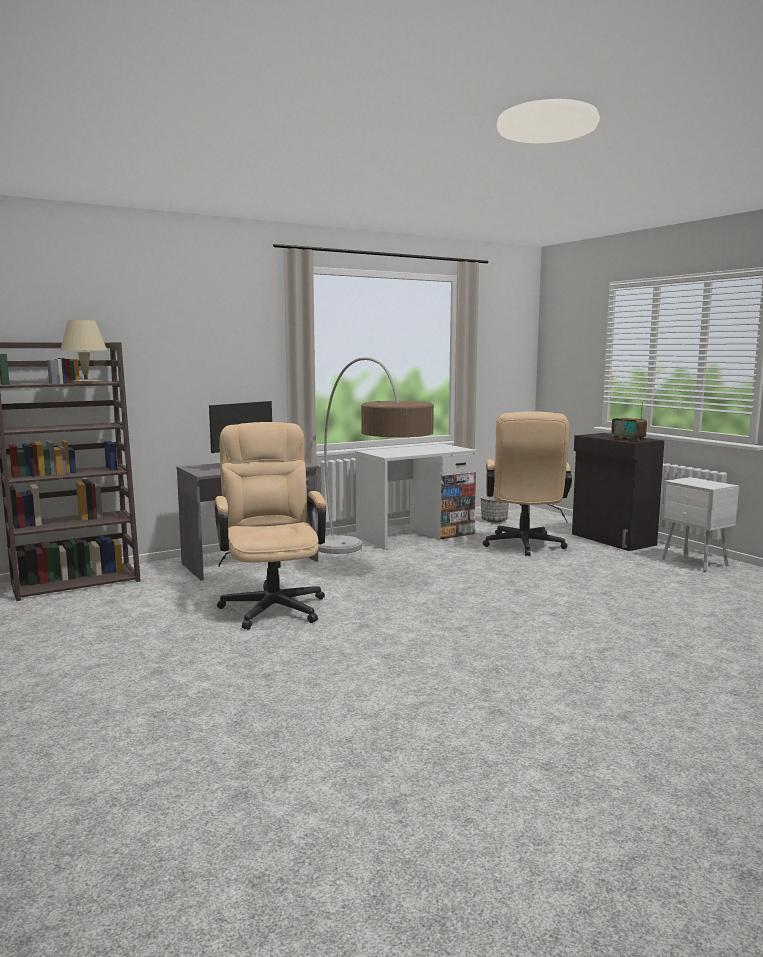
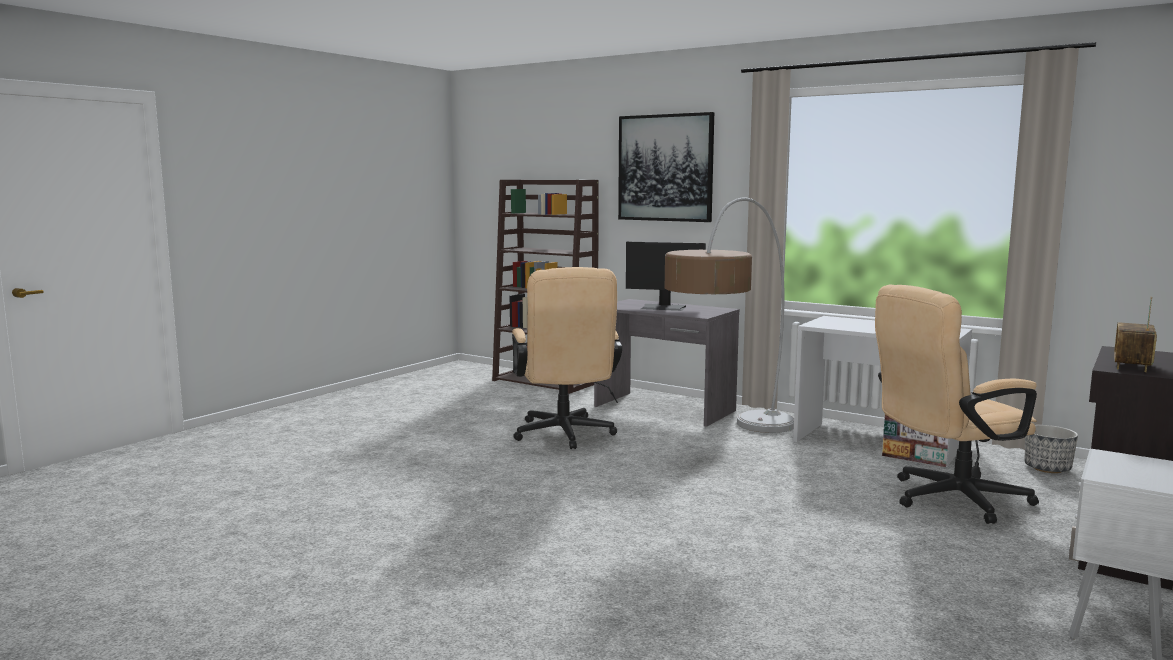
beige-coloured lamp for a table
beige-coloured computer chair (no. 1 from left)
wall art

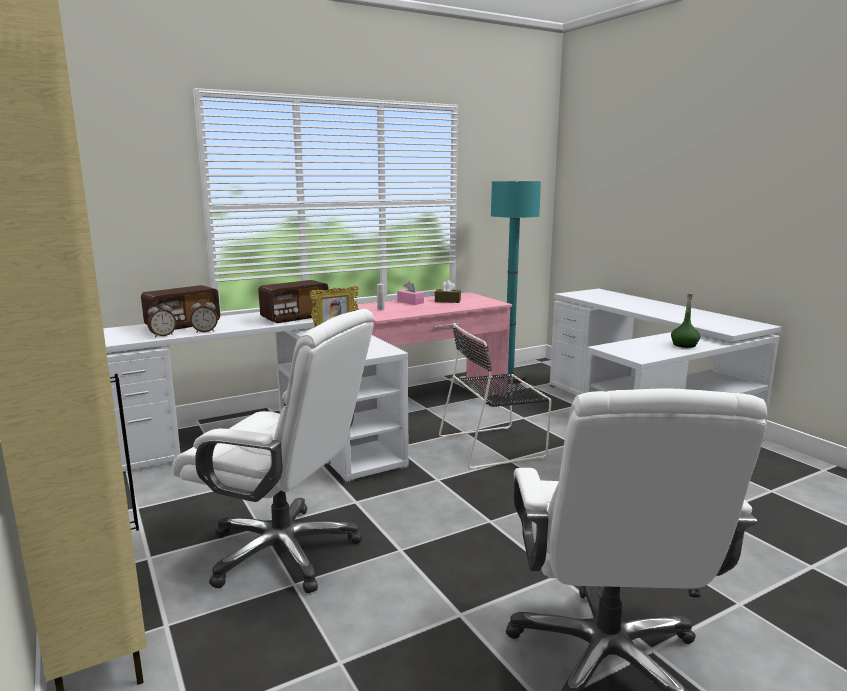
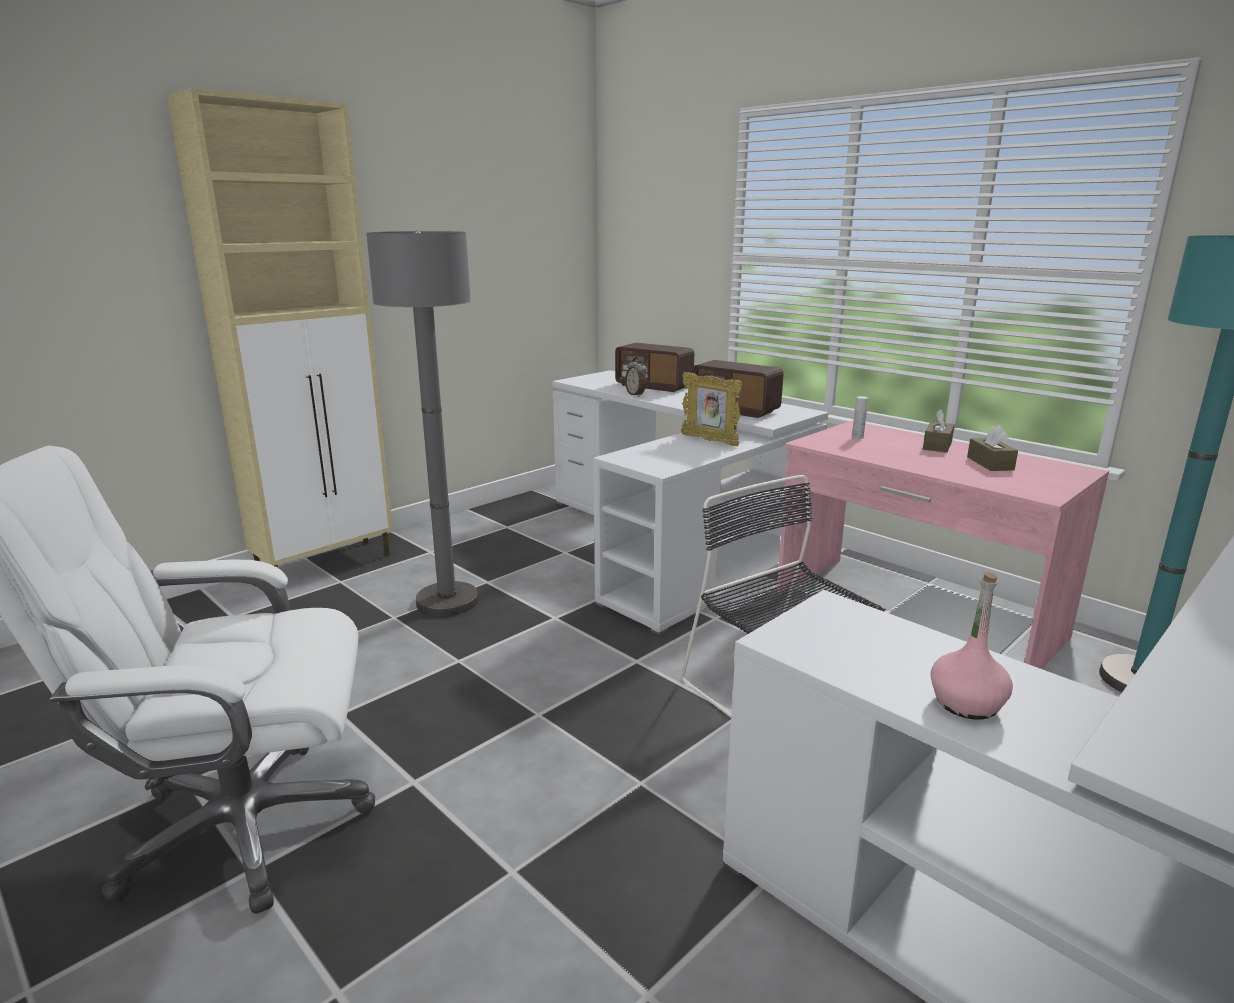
table clock (no. 1 from left in the first image)
grey standard lamp
brown box of tissues (no. 1 from left)
pink-coloured bottle

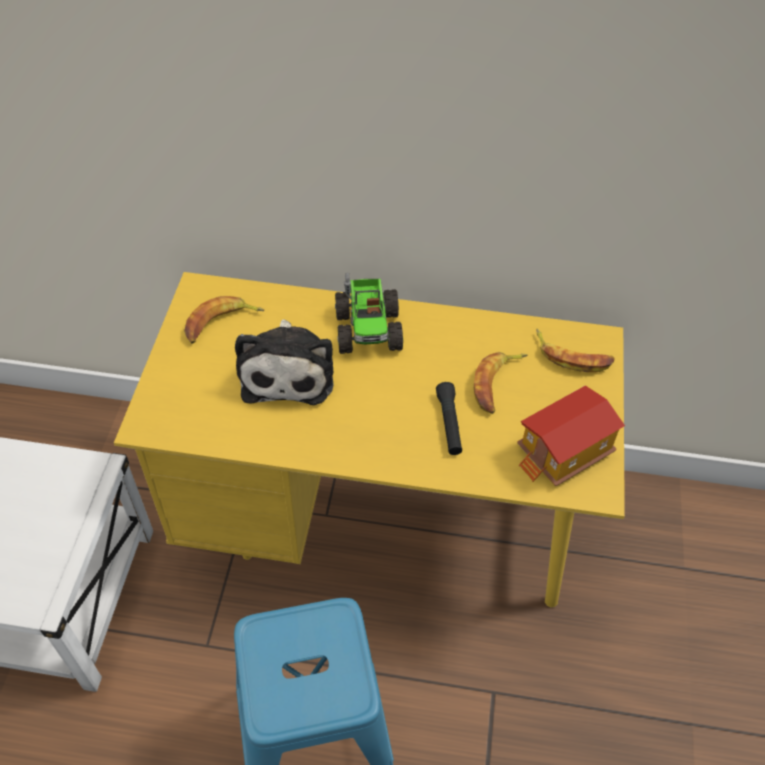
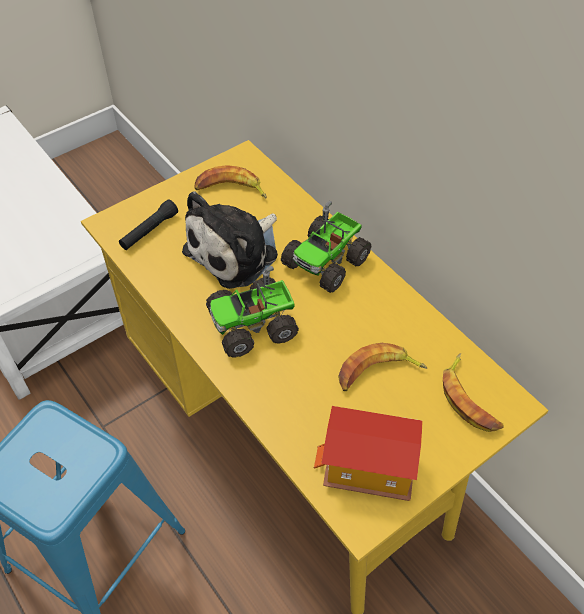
black hand torch
model truck (no. 1 from left)

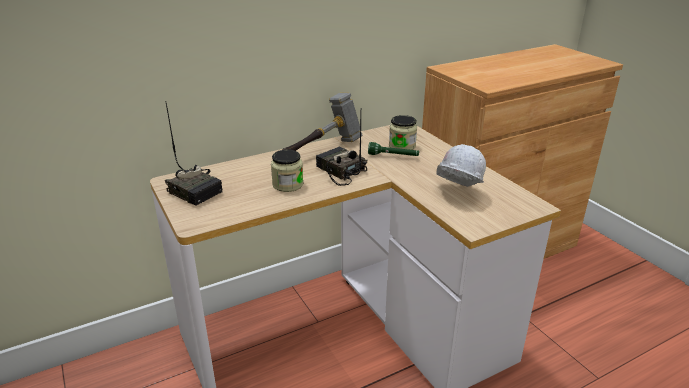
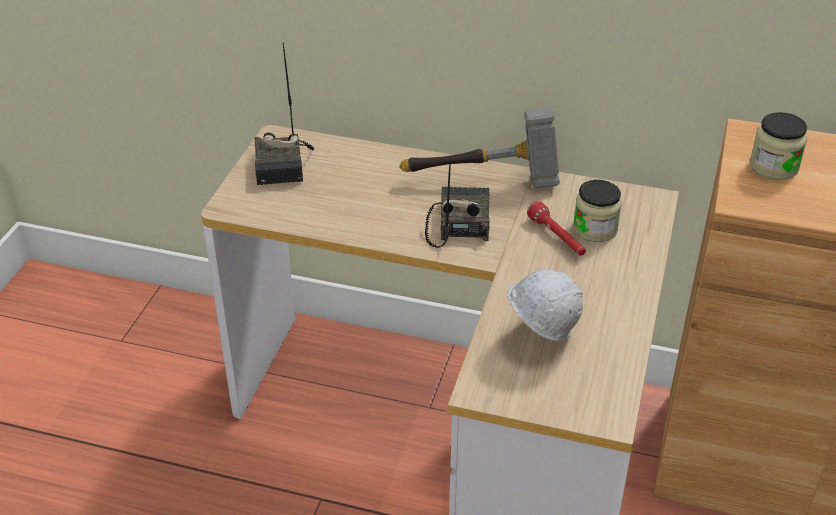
jar (no. 2 from left)
red hand torch

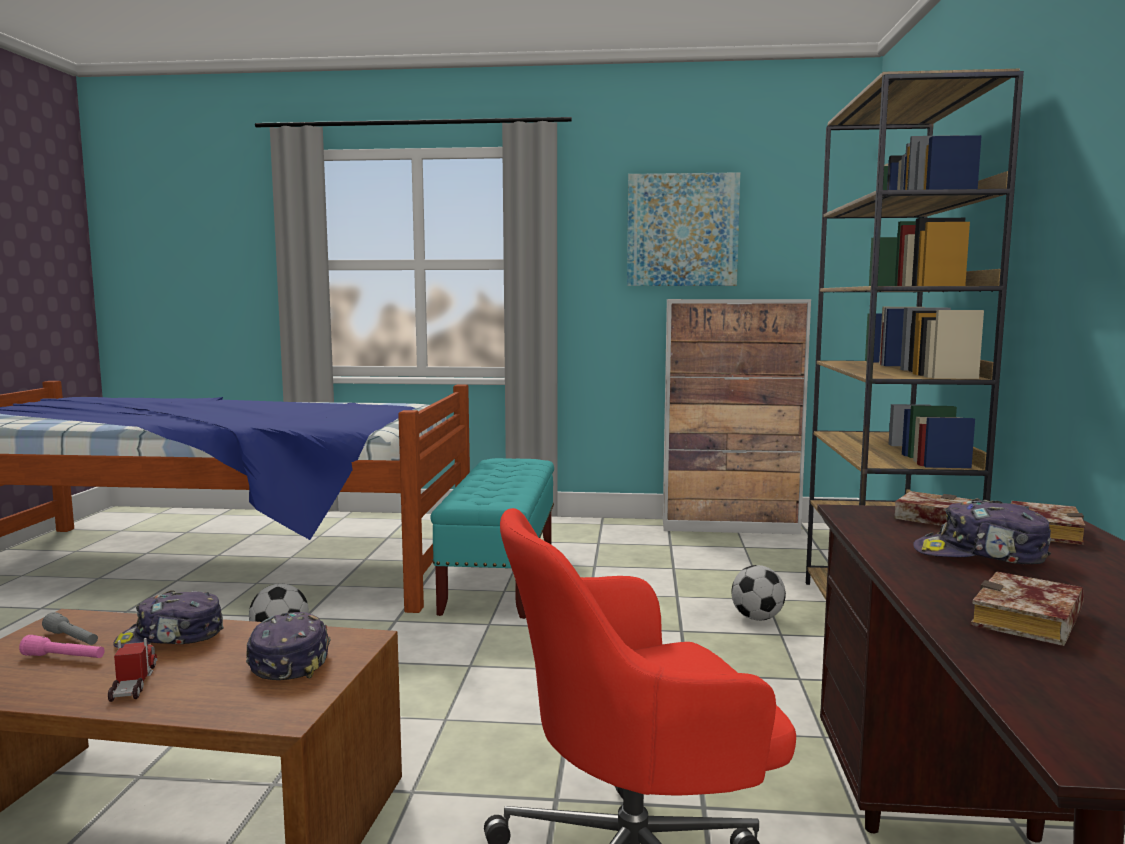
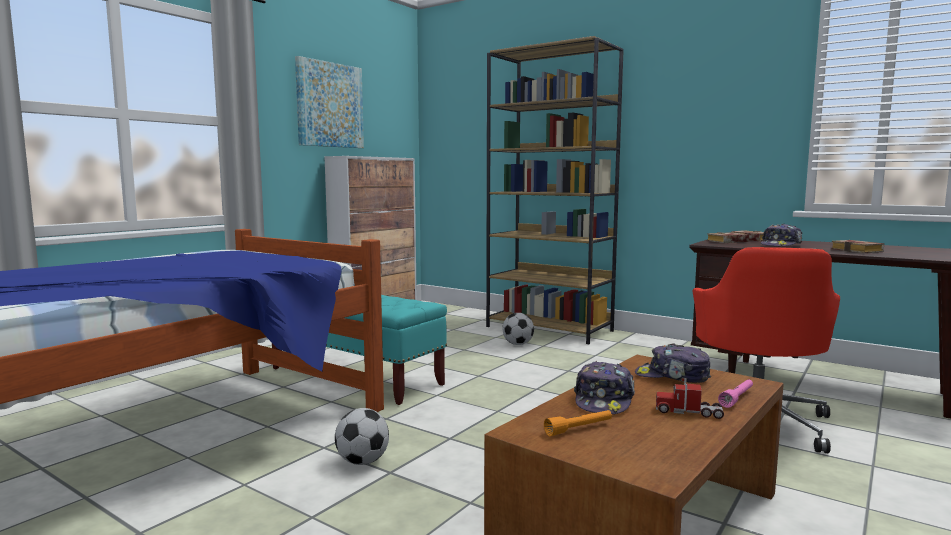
pink-coloured hand torch
orange-coloured hand torch

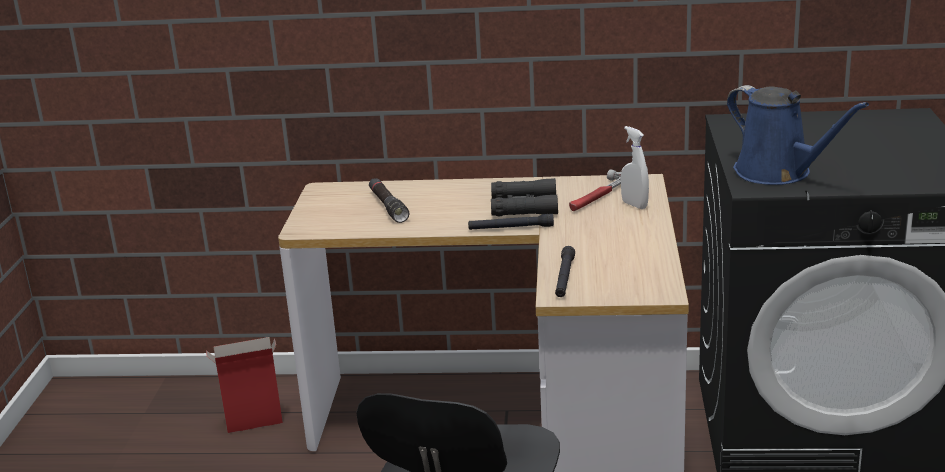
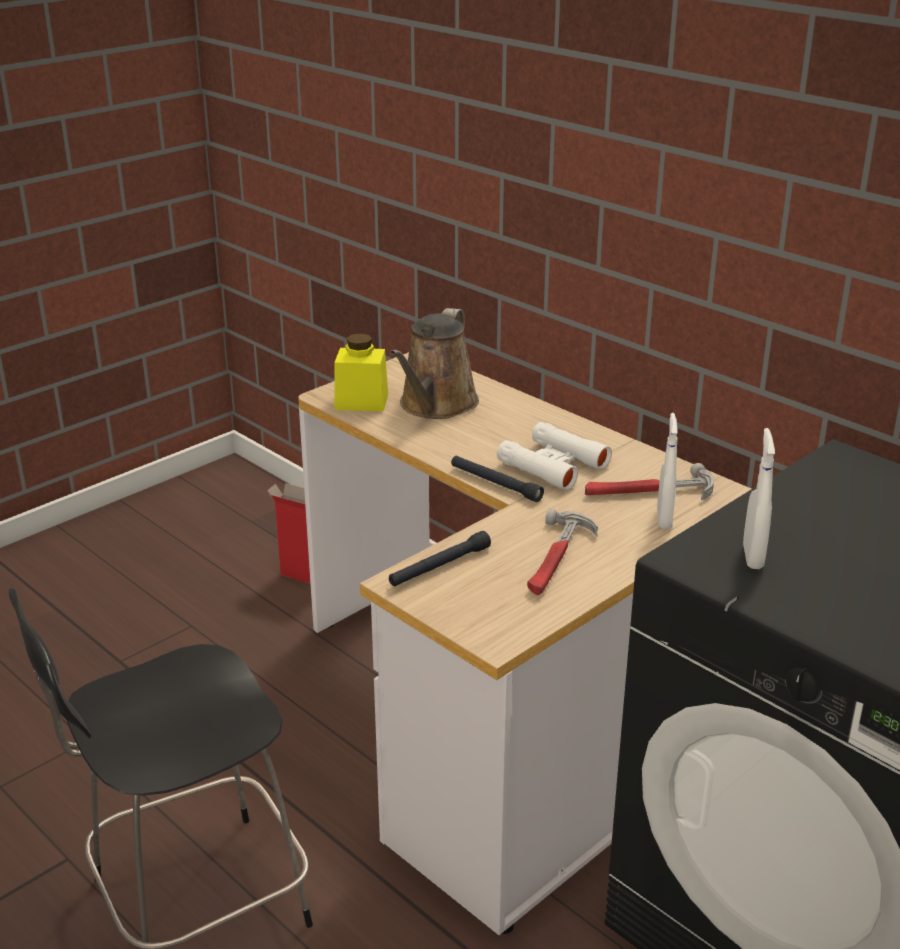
brown sprinkling can
whitish field glasses
whitish hand sprayer (no. 2 from left)
yellow-coloured jar
tool hammer (no. 1 from left)

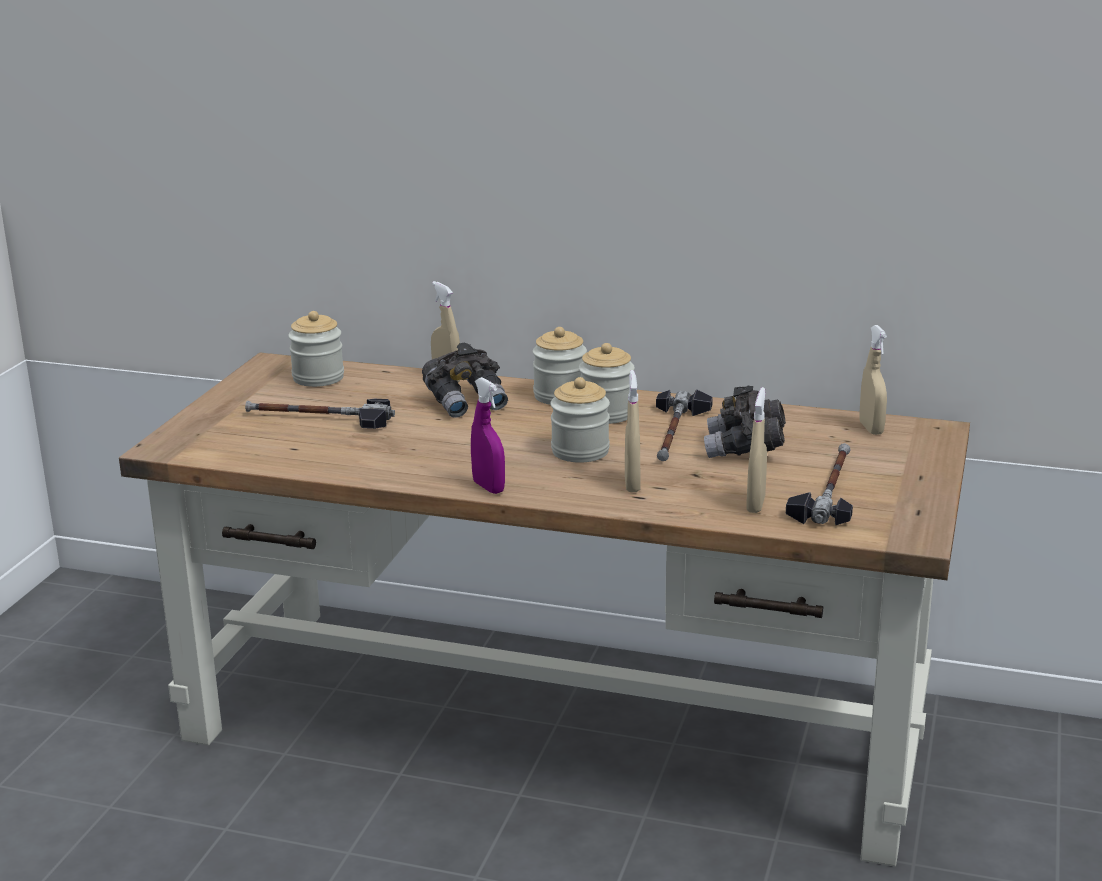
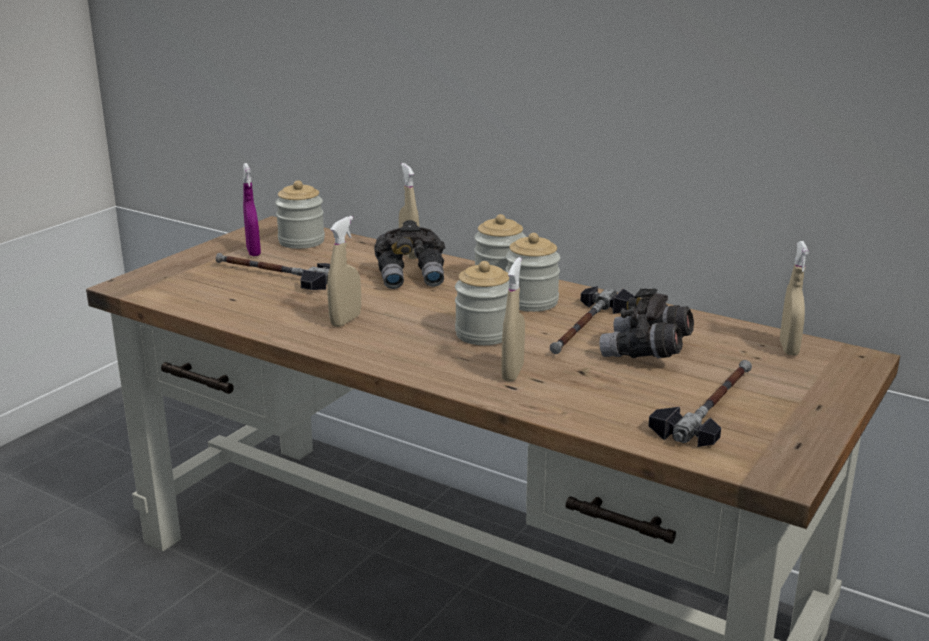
purple hand sprayer
beige-coloured hand sprayer (no. 1 from left)

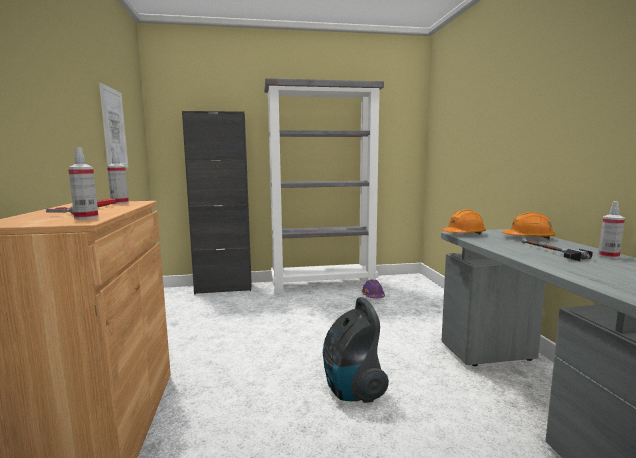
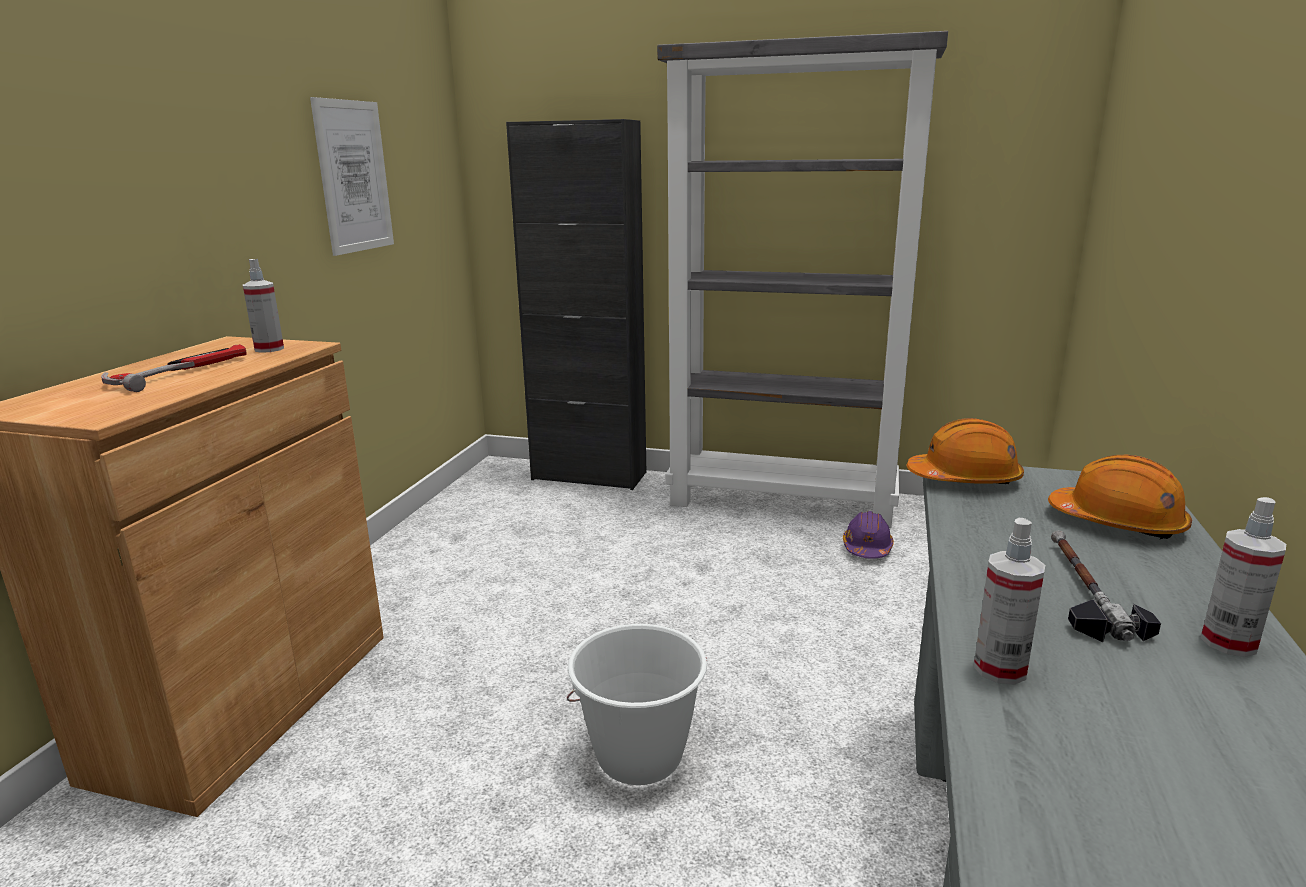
hand sprayer (no. 2 from left)
whitish pail

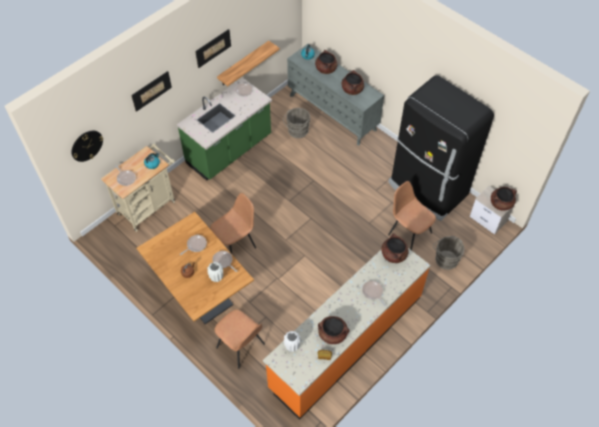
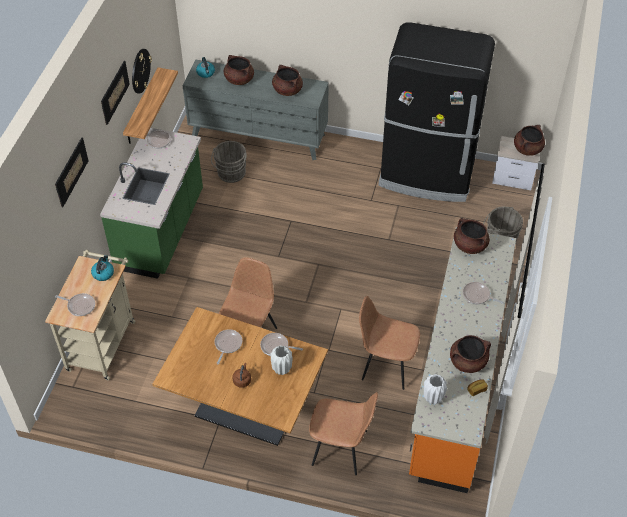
wall clock
brown plain chair (no. 3 from left)

